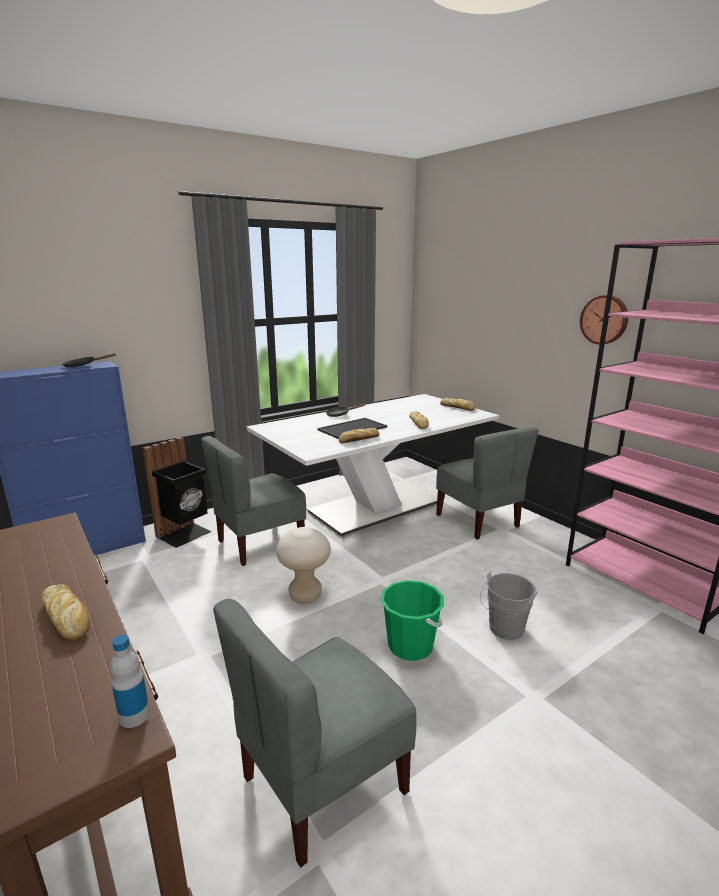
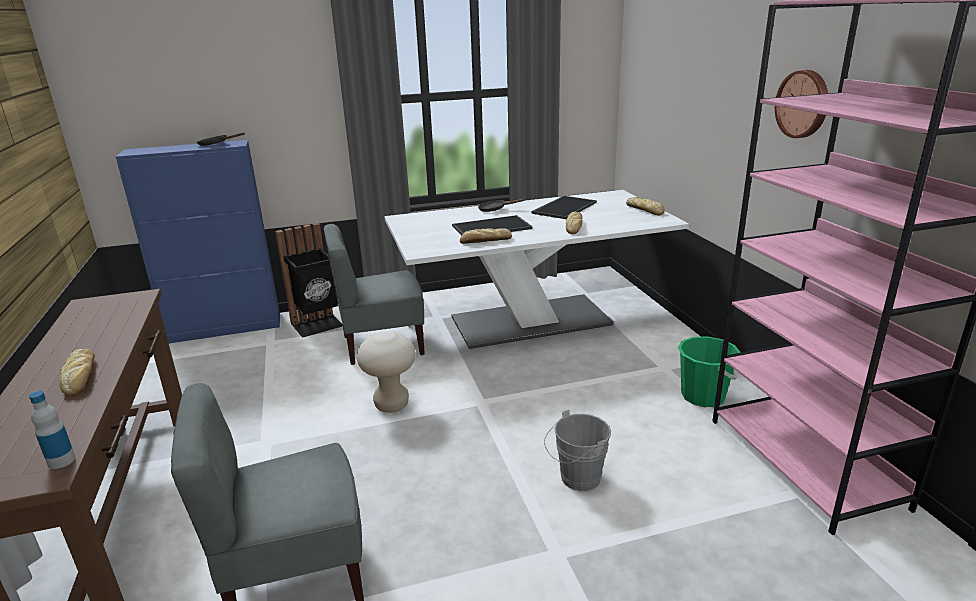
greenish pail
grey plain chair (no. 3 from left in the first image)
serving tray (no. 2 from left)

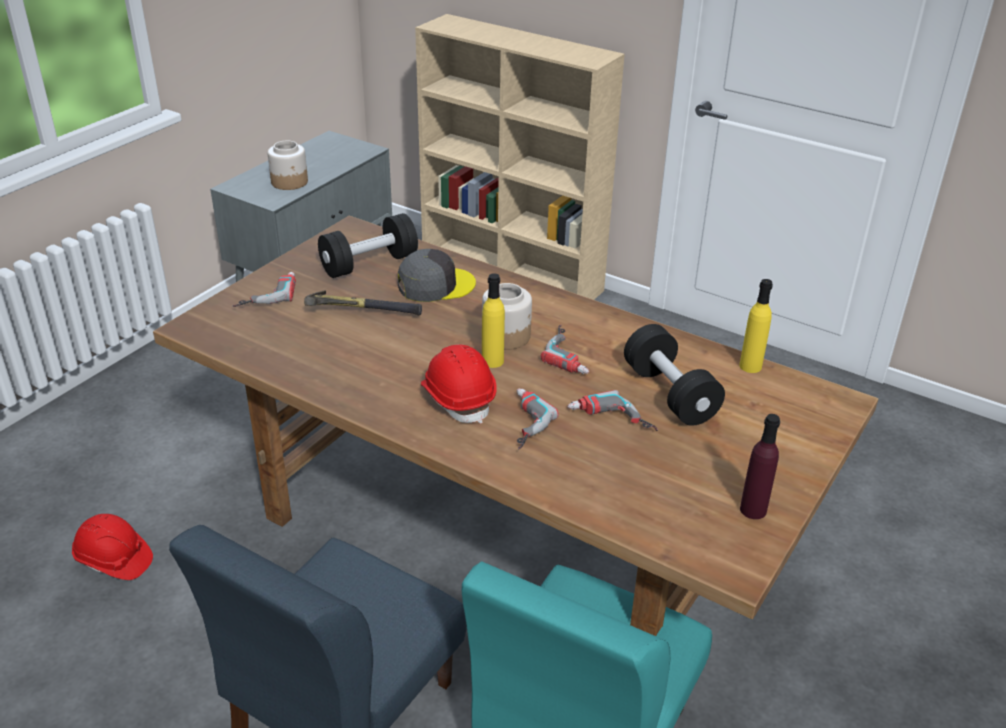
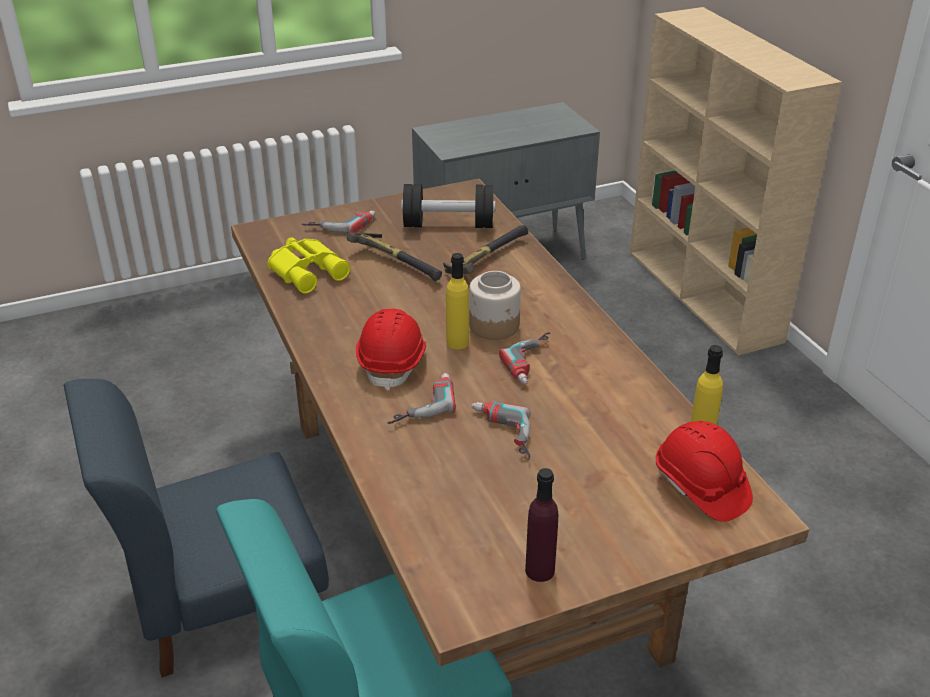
red work helmet (no. 2 from left)
jar (no. 1 from left in the first image)
tool hammer (no. 2 from left)
black free weight (no. 2 from left in the first image)
yellow-coloured field glasses

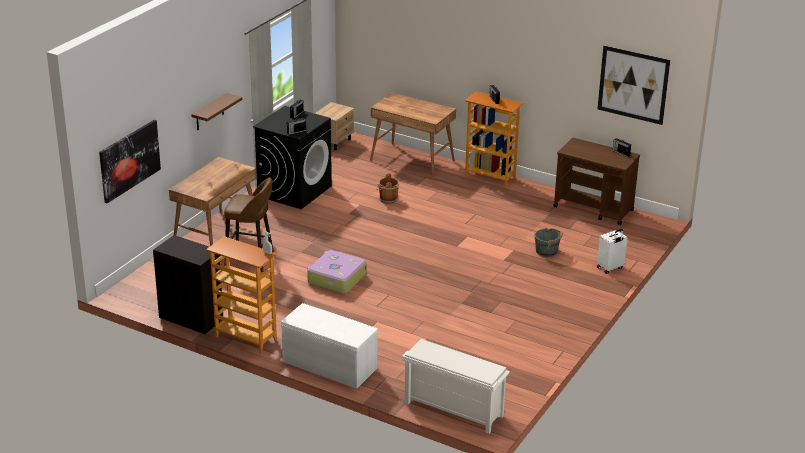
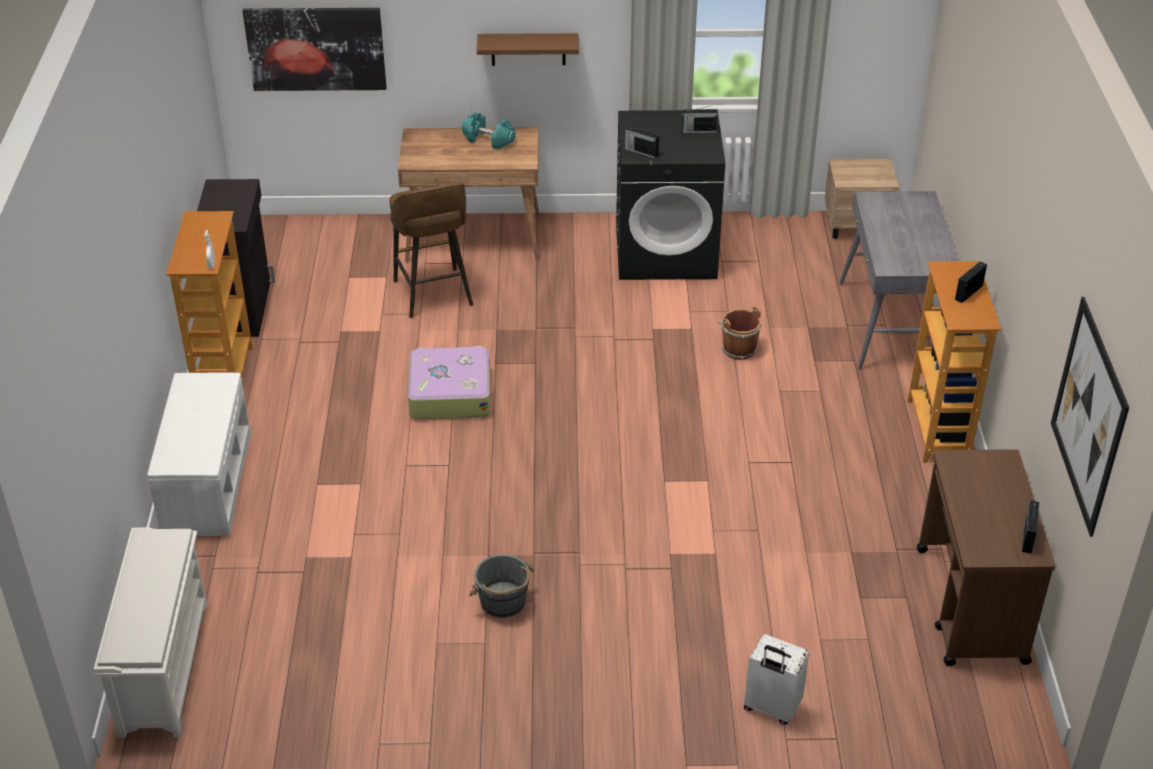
grey desk unit
grey pail
turquoise free weight

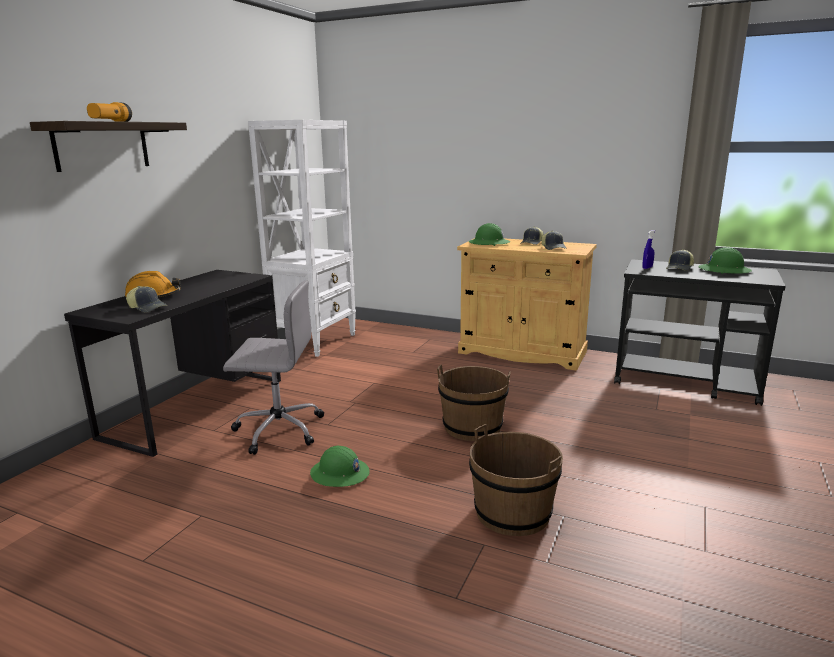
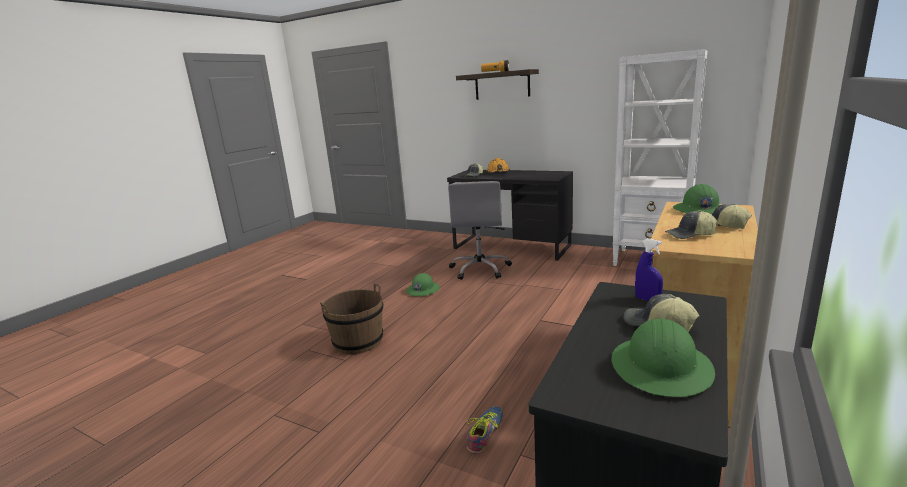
brown pail (no. 1 from left in the first image)
item of footwear

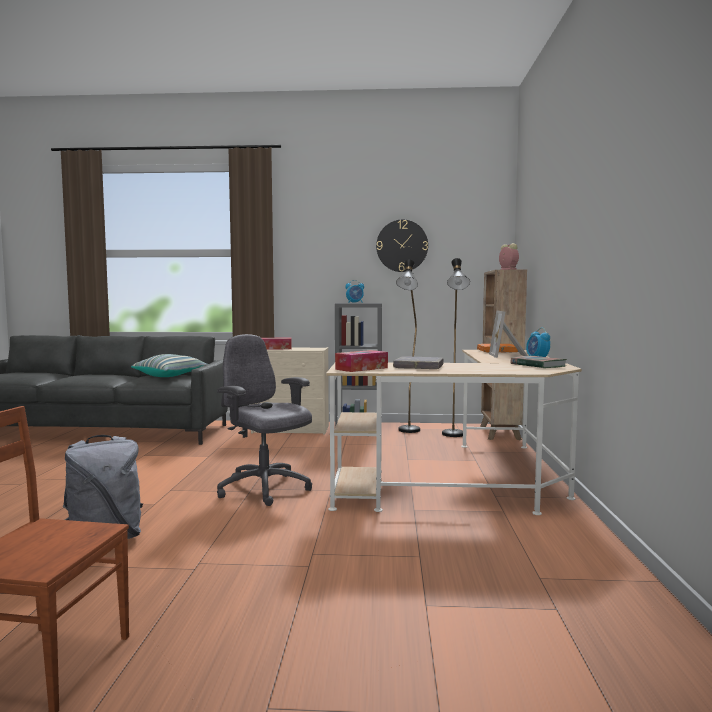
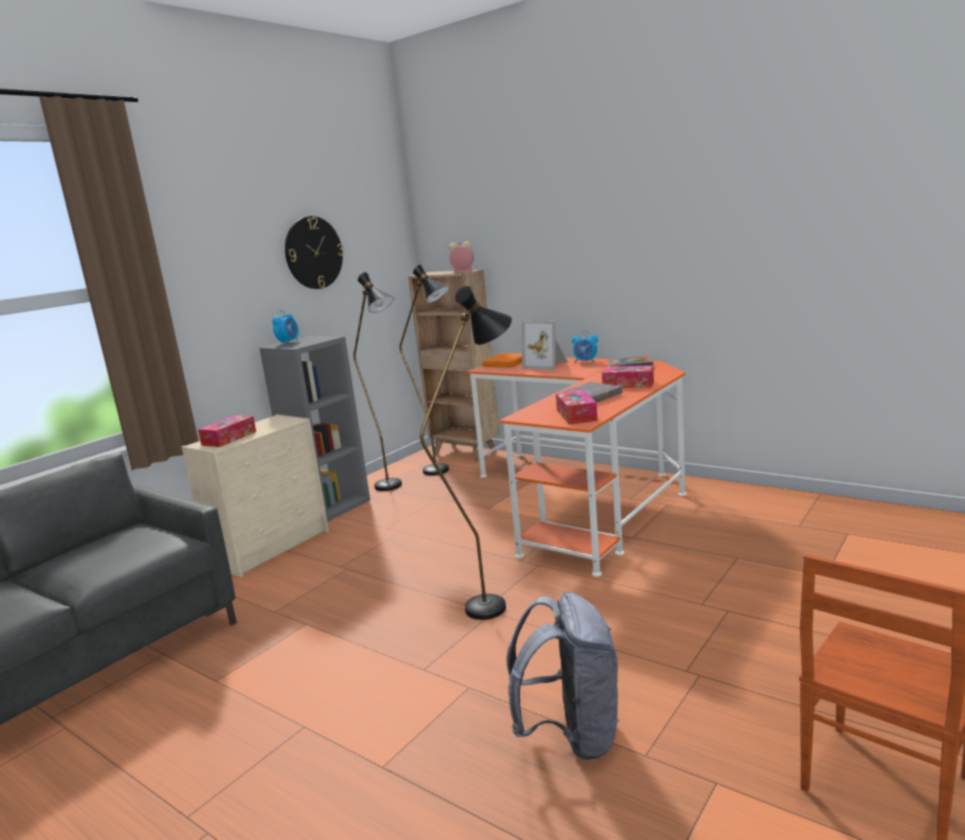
throw pillow
black standard lamp (no. 3 from left)
orange-coloured desk unit
box of tissues (no. 3 from left)

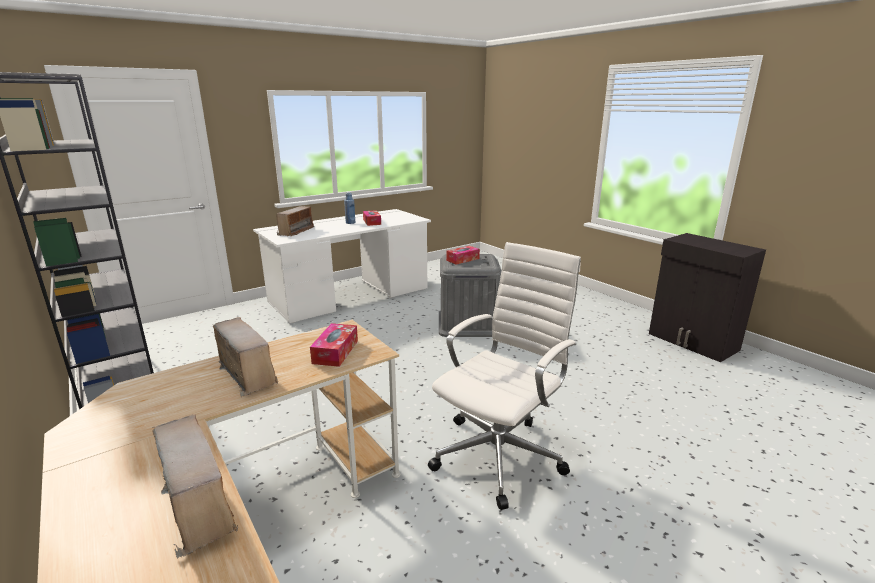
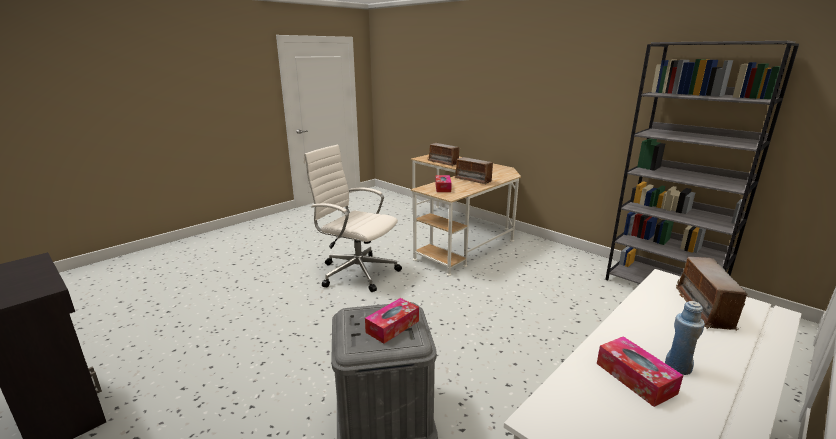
whitish computer chair

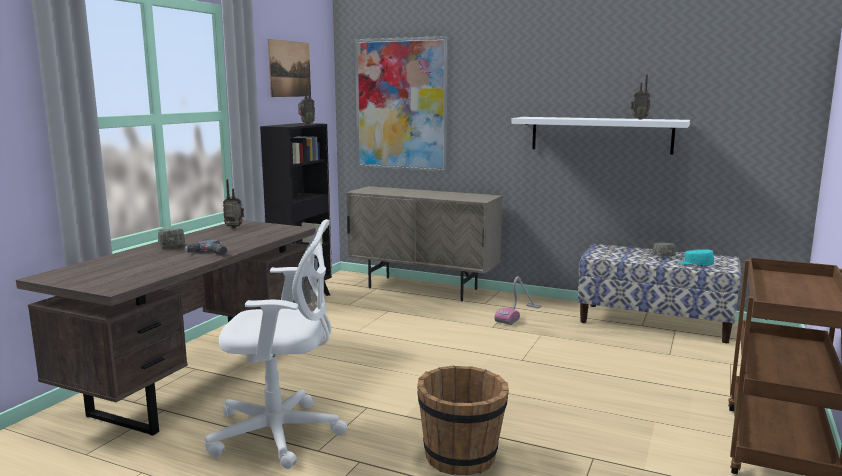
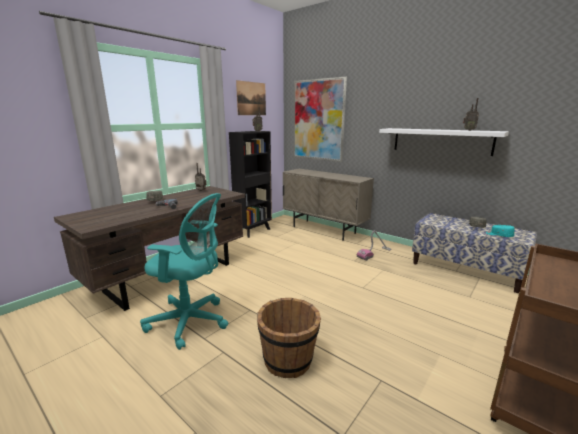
turquoise computer chair

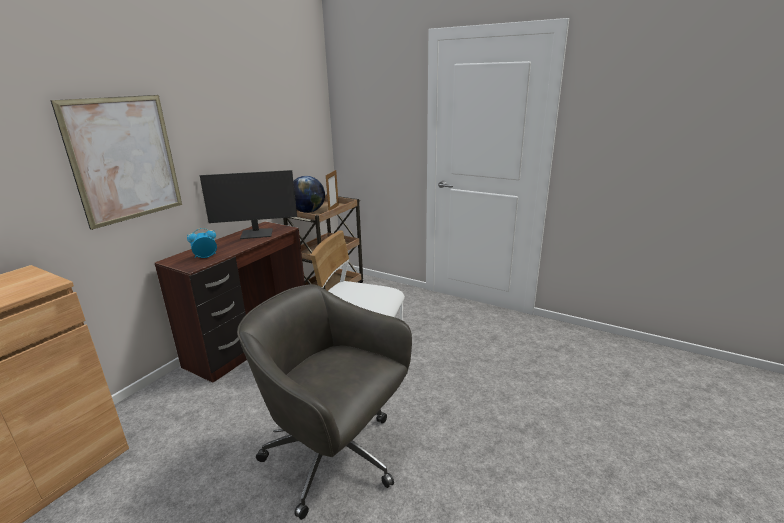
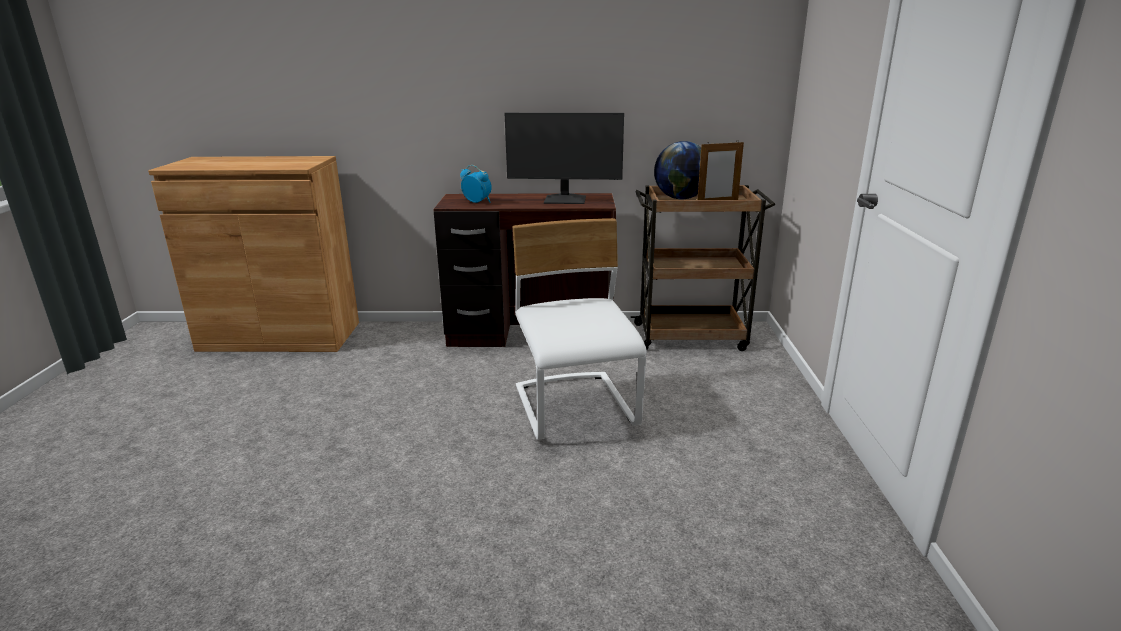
wall art
computer screen
grey computer chair

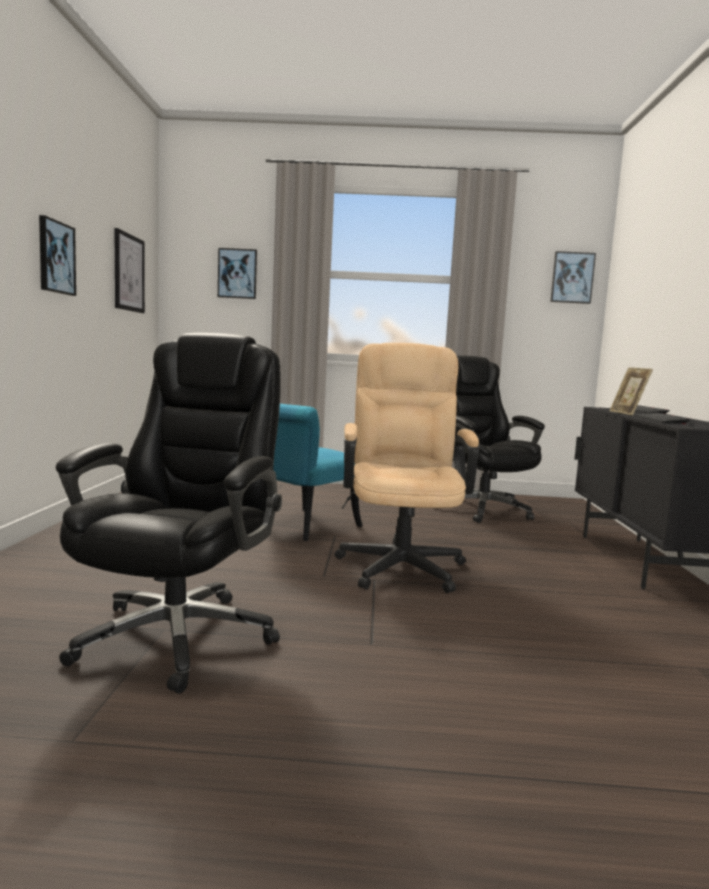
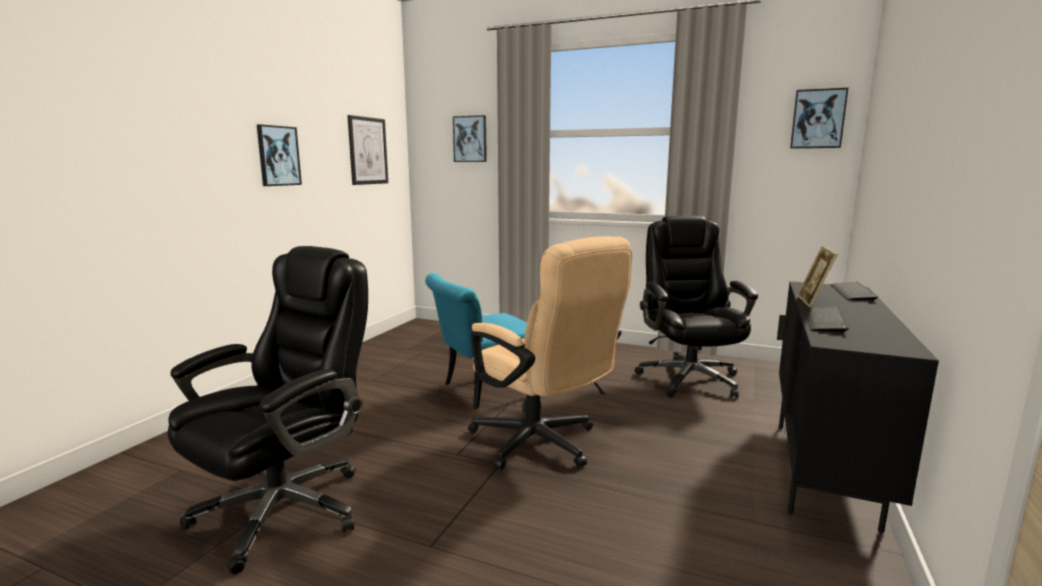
beige-coloured computer chair

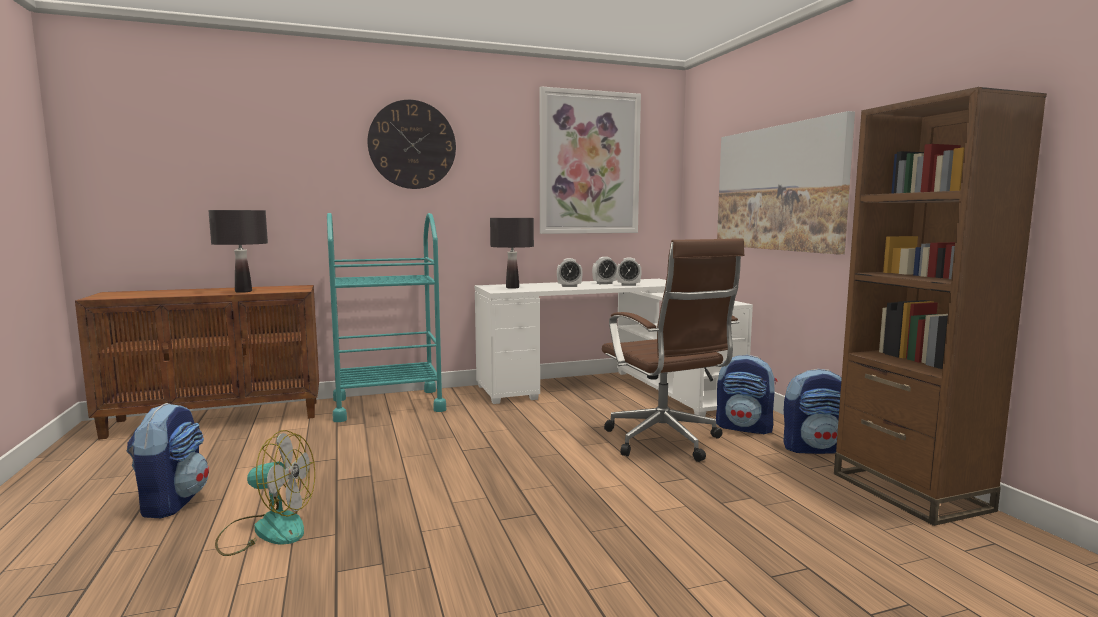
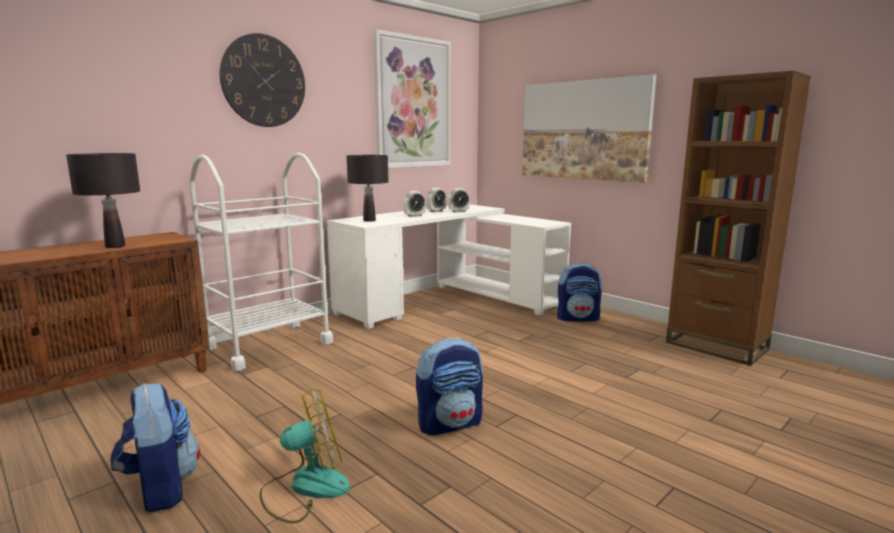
whitish wheeled cart
brown computer chair
knapsack (no. 2 from left)

